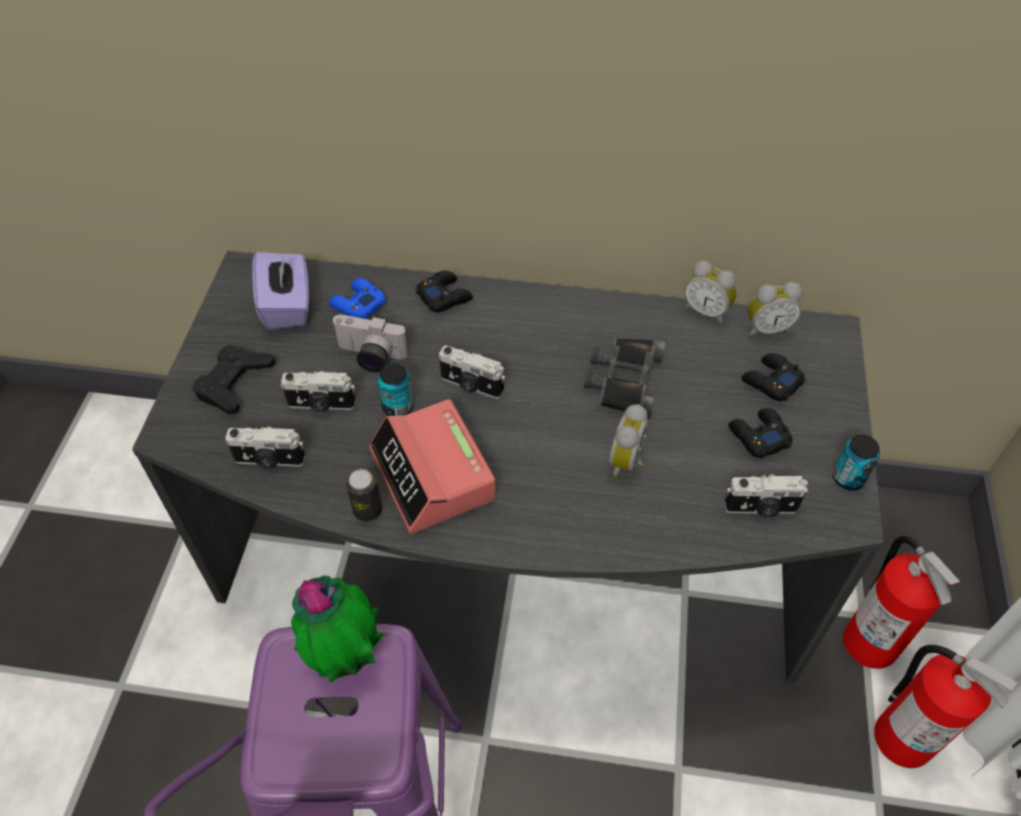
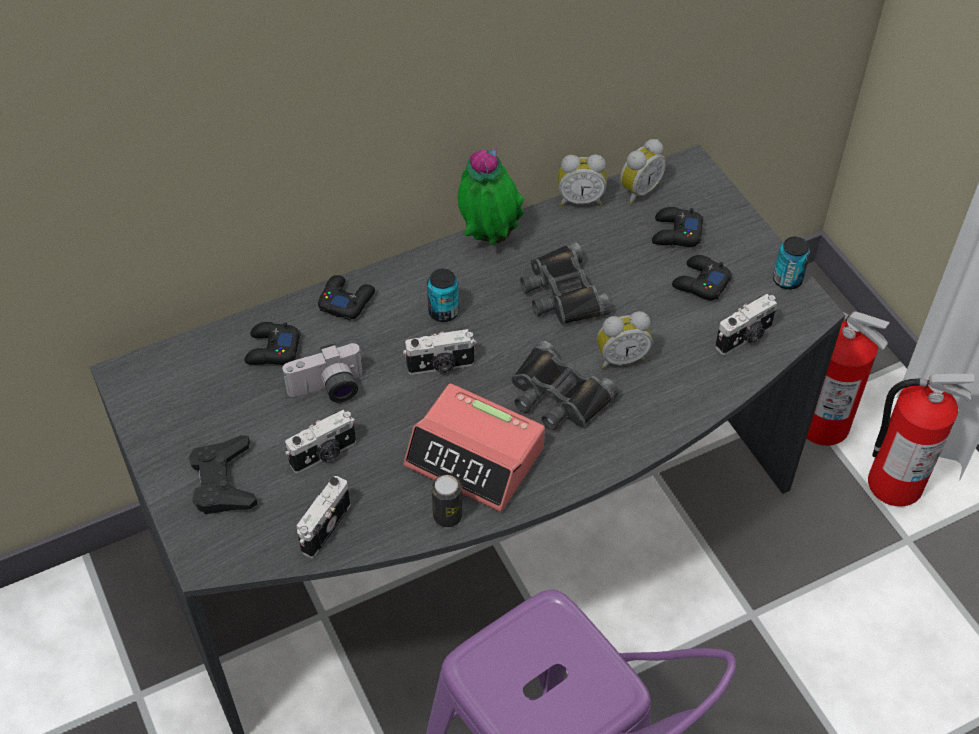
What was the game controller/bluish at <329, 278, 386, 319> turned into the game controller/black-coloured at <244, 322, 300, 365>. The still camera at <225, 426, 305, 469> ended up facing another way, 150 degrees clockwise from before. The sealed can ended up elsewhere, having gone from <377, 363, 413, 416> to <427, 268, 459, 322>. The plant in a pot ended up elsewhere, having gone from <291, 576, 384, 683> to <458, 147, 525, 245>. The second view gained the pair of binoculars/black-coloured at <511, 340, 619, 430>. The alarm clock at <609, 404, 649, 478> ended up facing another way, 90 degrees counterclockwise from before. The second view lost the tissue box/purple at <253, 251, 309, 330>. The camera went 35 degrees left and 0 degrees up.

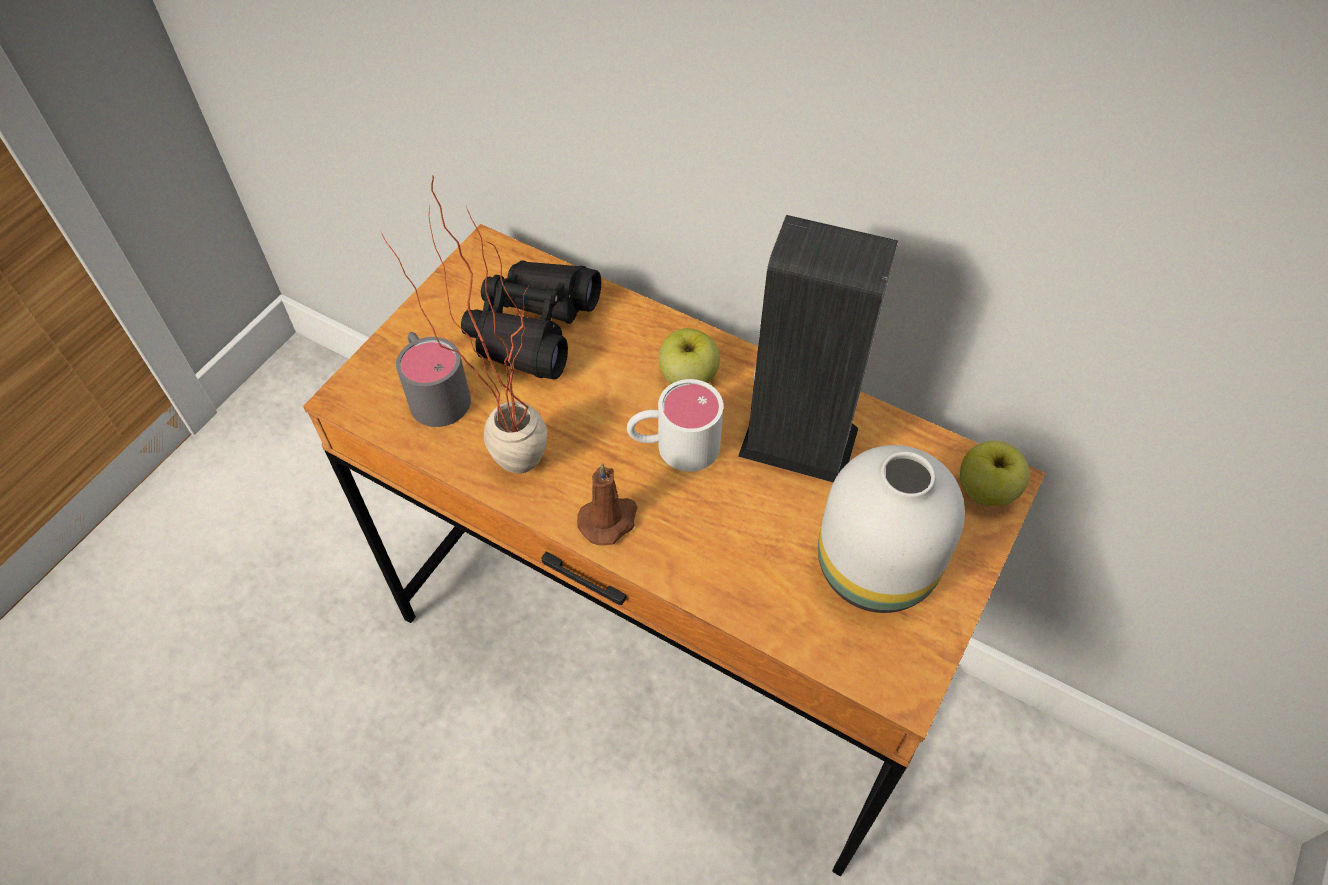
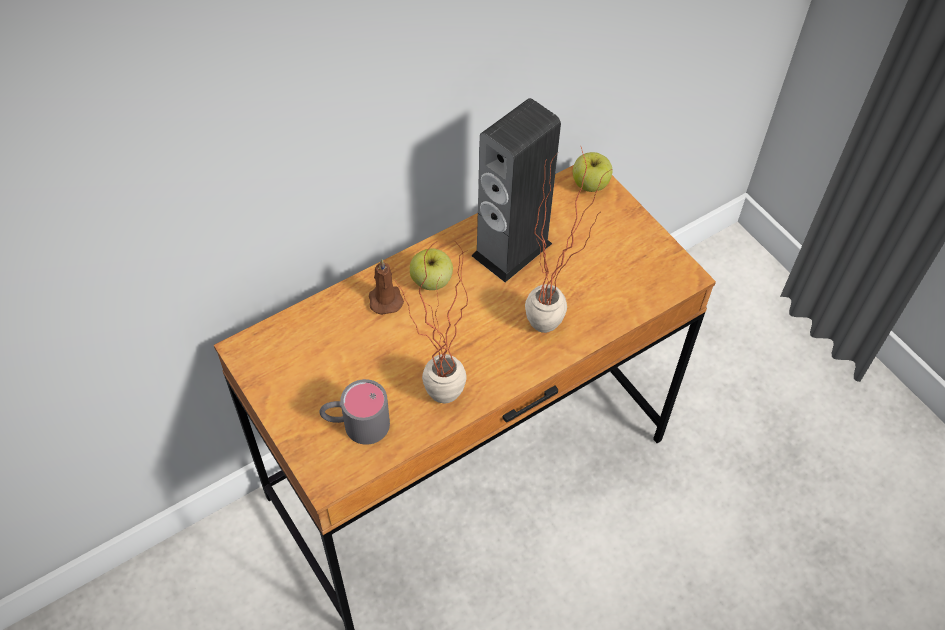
The wax light/brownish ended up elsewhere, having gone from <577, 463, 637, 545> to <369, 259, 404, 315>. The second view gained the plant in a pot at <525, 147, 612, 333>. The second view lost the pair of binoculars/black-coloured at <461, 261, 601, 379>. The second view lost the mug/white at <627, 379, 723, 472>. The second view lost the decorative vase/white at <818, 445, 965, 613>. The camera went 65 degrees left and 0 degrees up.

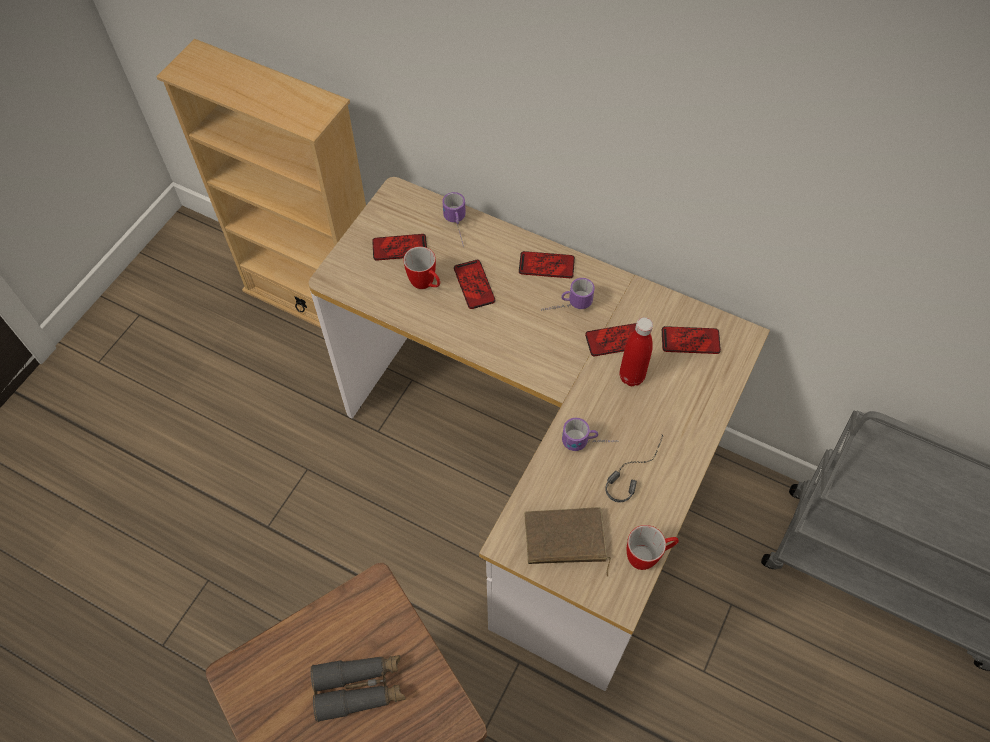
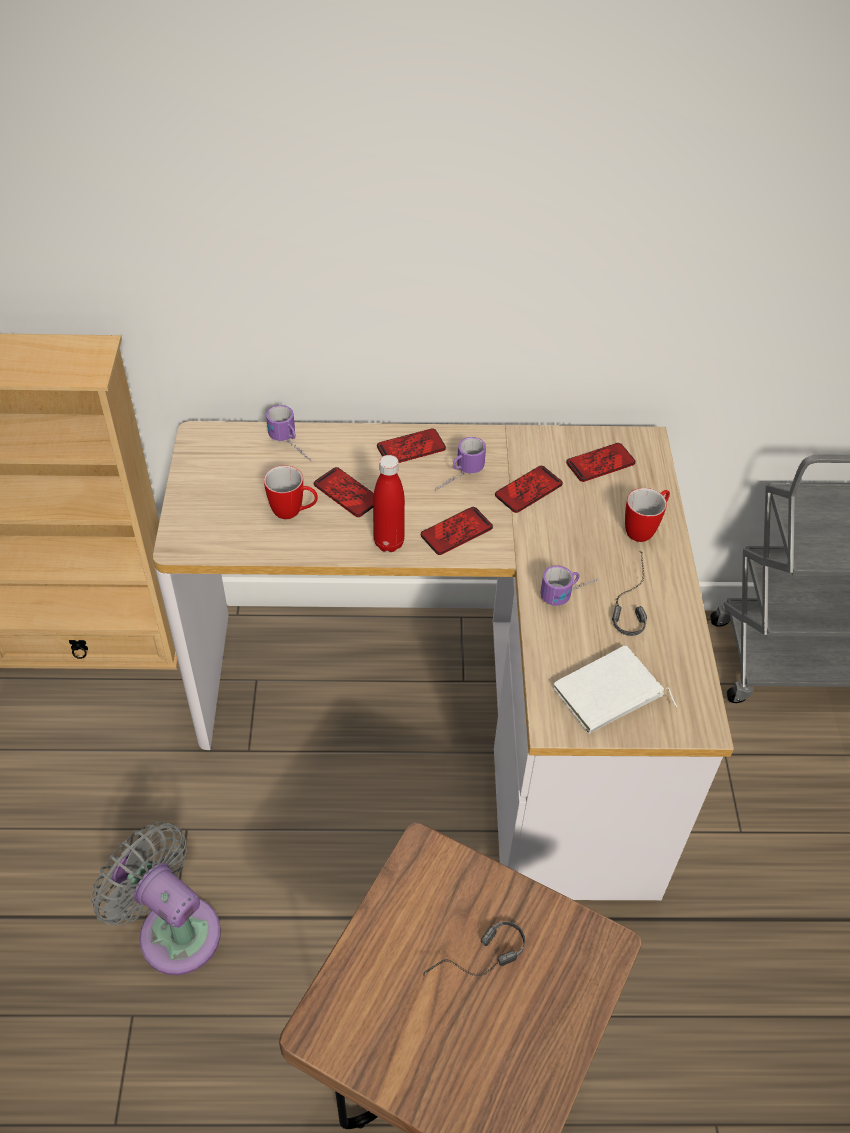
The second view gained the electric fan/grey at <91, 822, 221, 975>. The bottle/red-coloured ended up elsewhere, having gone from <620, 317, 653, 386> to <373, 455, 405, 552>. The handset ended up elsewhere, having gone from <372, 234, 427, 261> to <421, 507, 493, 555>. Where the pair of binoculars/grey stood at <311, 655, 406, 722>, the pair of headphones came to stand at <423, 921, 525, 979>. What was the book/brownish at <524, 507, 611, 577> turned into the book/white at <553, 645, 677, 734>. The mug ended up elsewhere, having gone from <627, 525, 679, 570> to <625, 488, 670, 542>. The camera went 30 degrees left and 10 degrees down.

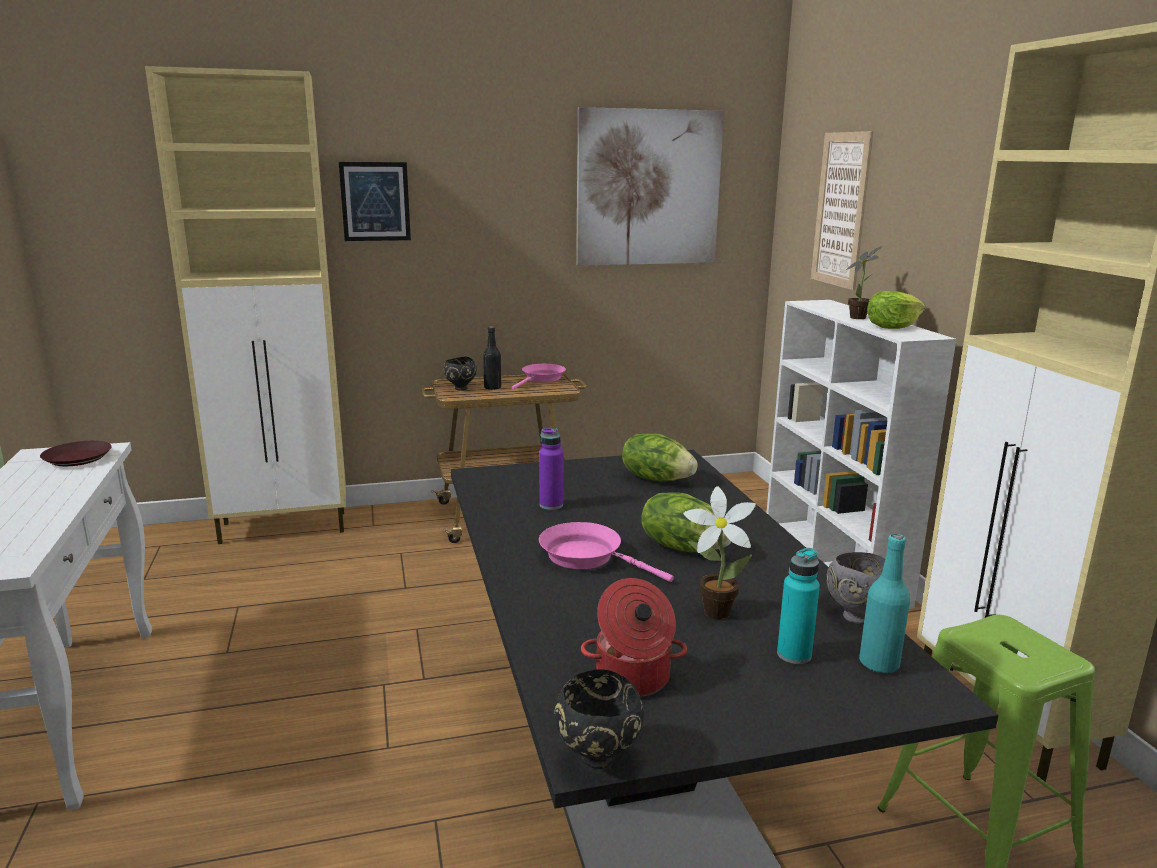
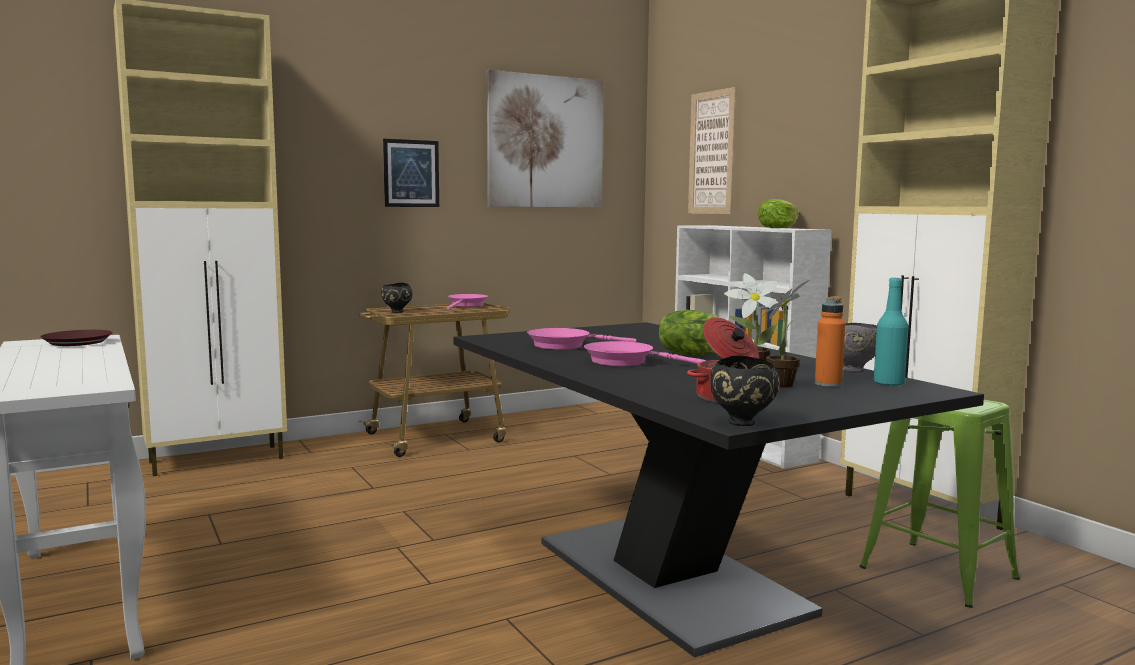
The picture ended up elsewhere, having gone from <339, 162, 411, 241> to <383, 139, 439, 207>. Where the bottle/purple stood at <539, 428, 563, 510>, the pan/pinkish came to stand at <527, 328, 637, 350>. The plant in a pot ended up elsewhere, having gone from <846, 246, 883, 319> to <764, 280, 810, 387>. What was the bottle/turquoise at <777, 548, 820, 664> turned into the bottle/orange at <815, 296, 845, 387>. The second view lost the bottle/black-coloured at <483, 327, 501, 390>. The second view lost the lettuce at <622, 433, 697, 482>. The camera went 15 degrees left and 10 degrees down.

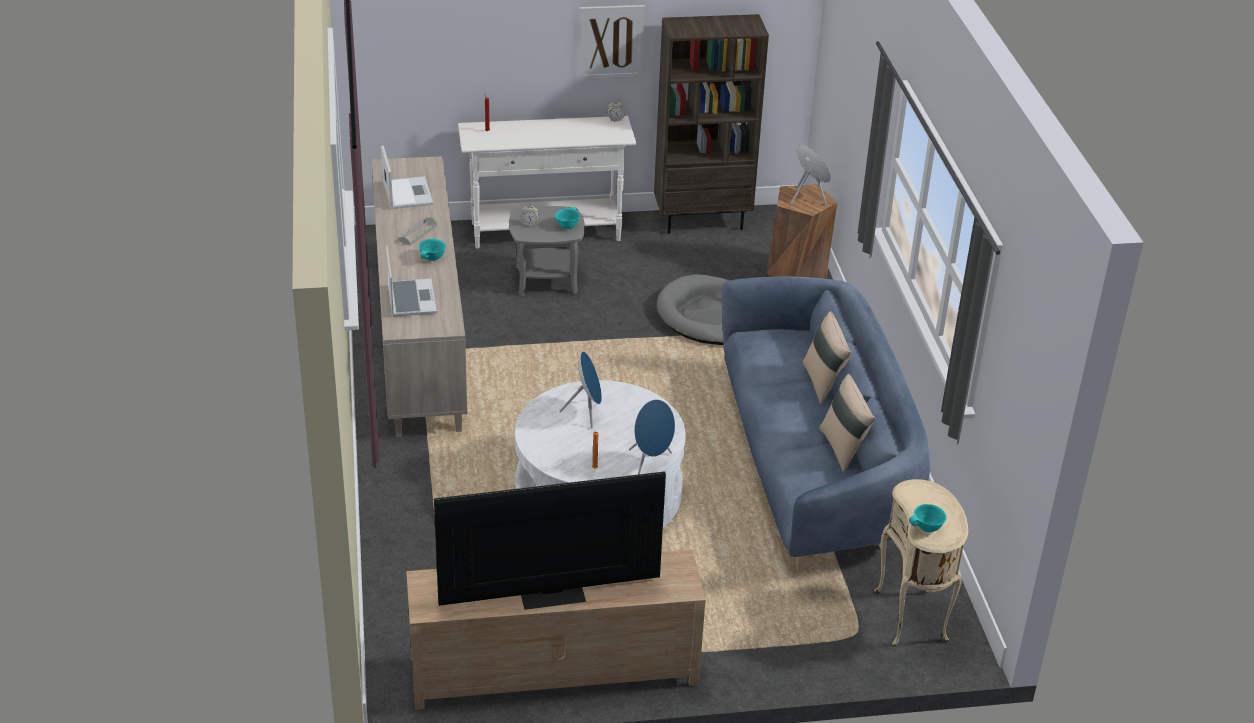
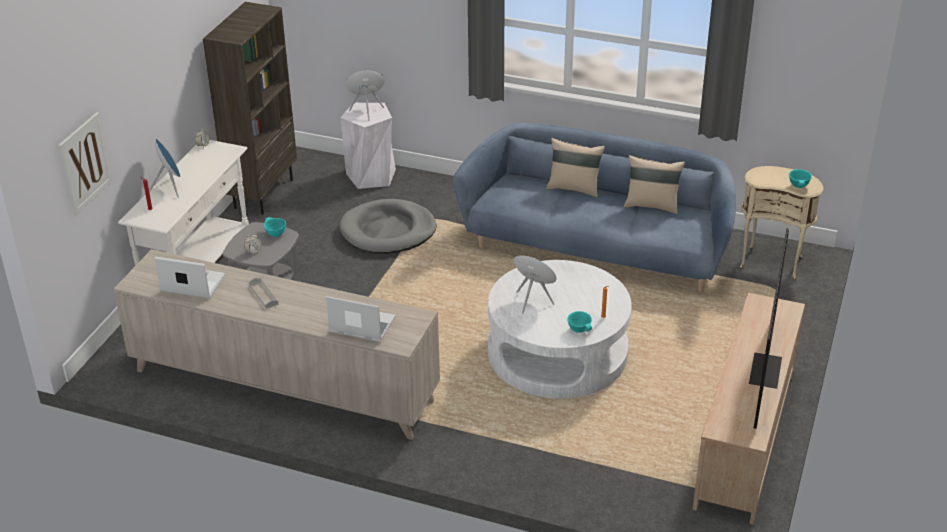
The picture ended up elsewhere, having gone from <578, 5, 645, 80> to <58, 112, 113, 215>. The speaker/bluish ended up elsewhere, having gone from <629, 399, 675, 475> to <149, 139, 181, 198>. What was the sitting stool/brownish at <766, 184, 838, 279> turned into the sitting stool/white at <340, 103, 396, 189>. The deep dish/turquoise ended up elsewhere, having gone from <419, 239, 446, 261> to <567, 311, 592, 333>. The camera went 60 degrees left and 0 degrees up.

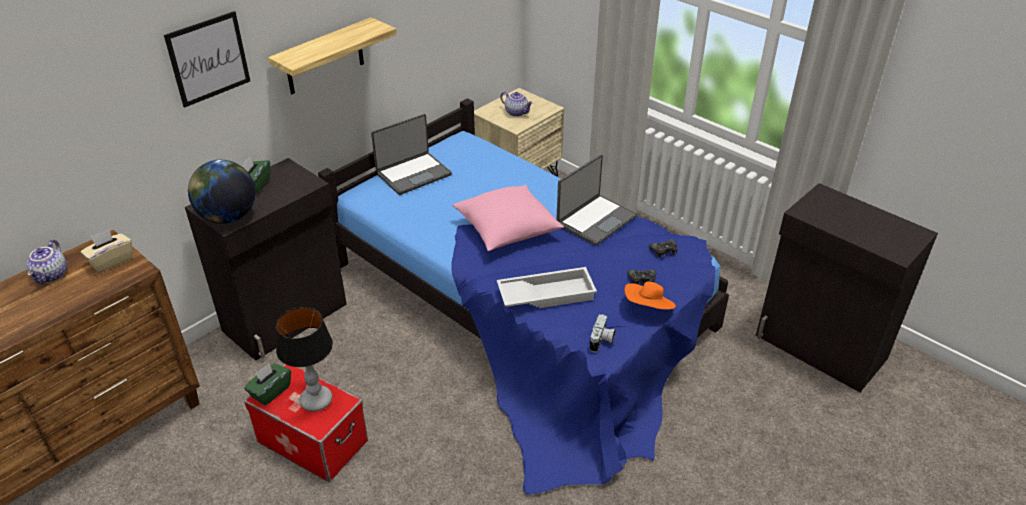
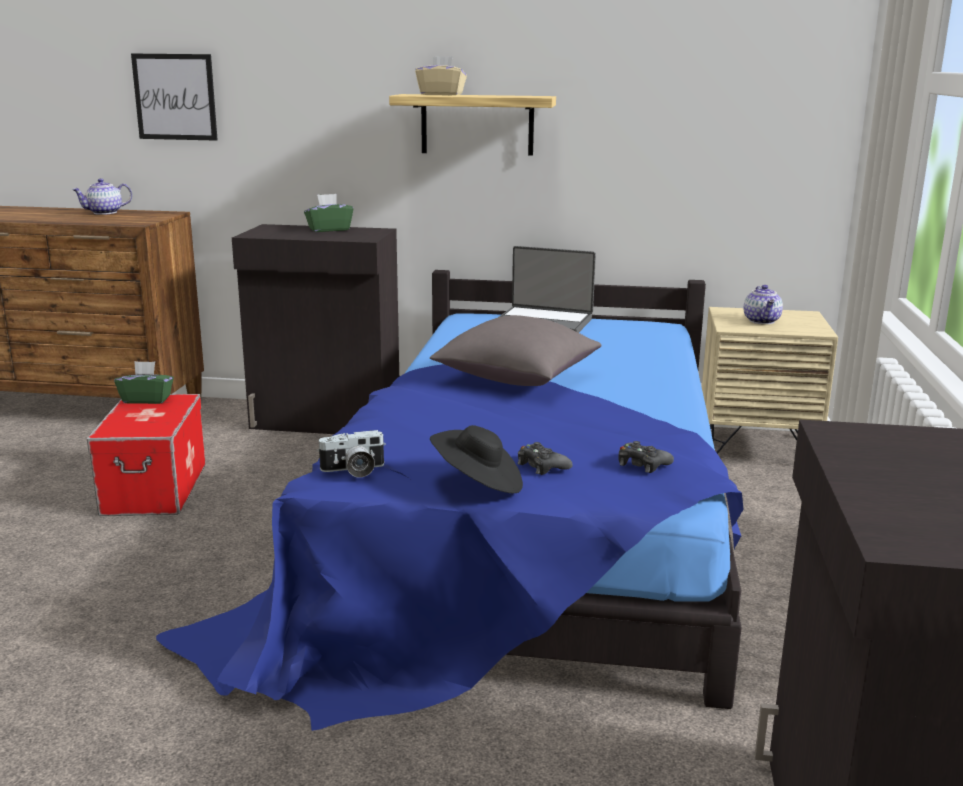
The picture ended up elsewhere, having gone from <164, 11, 250, 107> to <131, 54, 218, 141>. The tissue box/beige ended up elsewhere, having gone from <80, 229, 132, 273> to <415, 56, 467, 95>. What was the cushion/pinkish at <452, 185, 564, 251> turned into the cushion/grey at <430, 315, 601, 386>. What was the hat/orange at <625, 281, 676, 309> turned into the hat/black-coloured at <430, 425, 523, 493>. The second view lost the desk globe at <188, 160, 255, 224>. The second view lost the lamp for a table at <276, 307, 333, 412>. The second view lost the serving tray/white at <497, 267, 597, 308>. The second view lost the portable computer at <556, 154, 637, 246>. The camera went 55 degrees right and 20 degrees down.

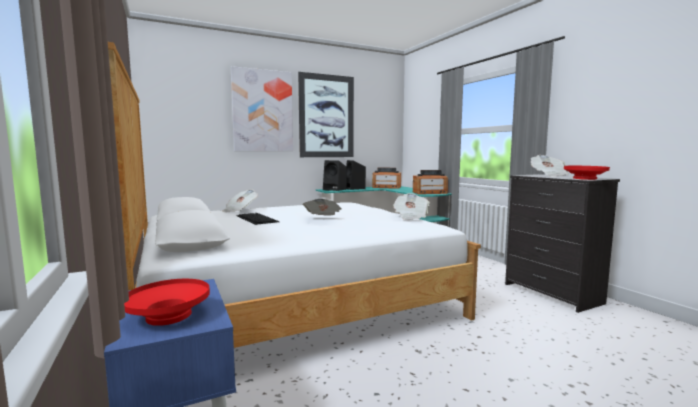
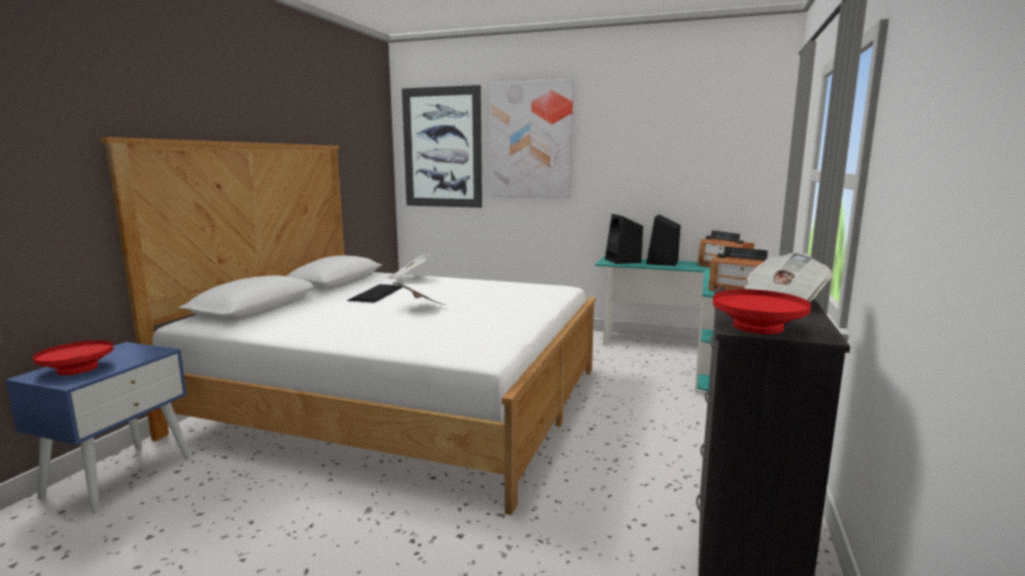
The picture ended up elsewhere, having gone from <298, 72, 354, 157> to <402, 85, 482, 208>. The second view lost the printed paper at <393, 193, 430, 220>. The camera went 45 degrees right and 5 degrees up.

